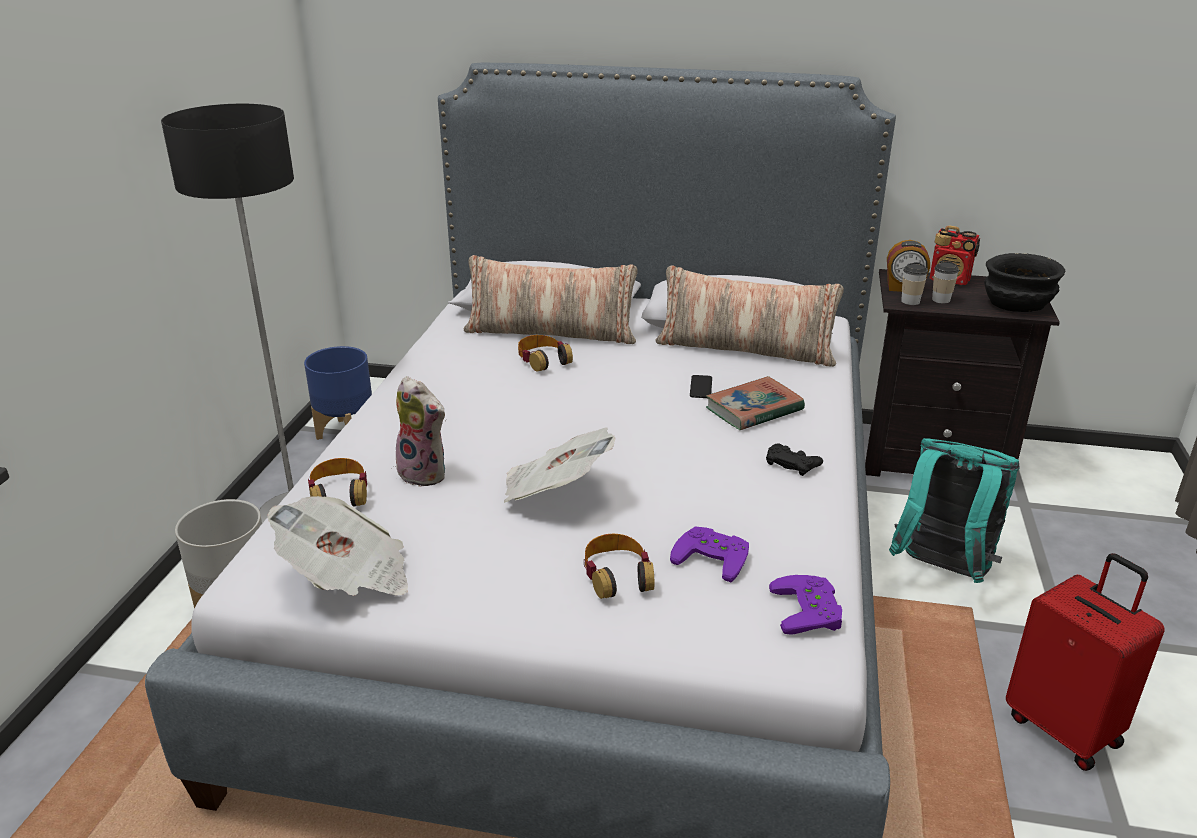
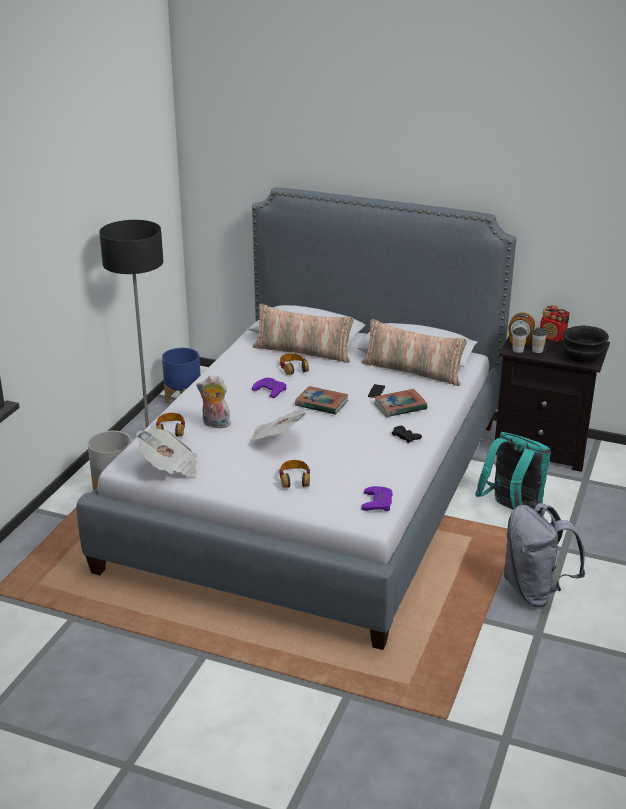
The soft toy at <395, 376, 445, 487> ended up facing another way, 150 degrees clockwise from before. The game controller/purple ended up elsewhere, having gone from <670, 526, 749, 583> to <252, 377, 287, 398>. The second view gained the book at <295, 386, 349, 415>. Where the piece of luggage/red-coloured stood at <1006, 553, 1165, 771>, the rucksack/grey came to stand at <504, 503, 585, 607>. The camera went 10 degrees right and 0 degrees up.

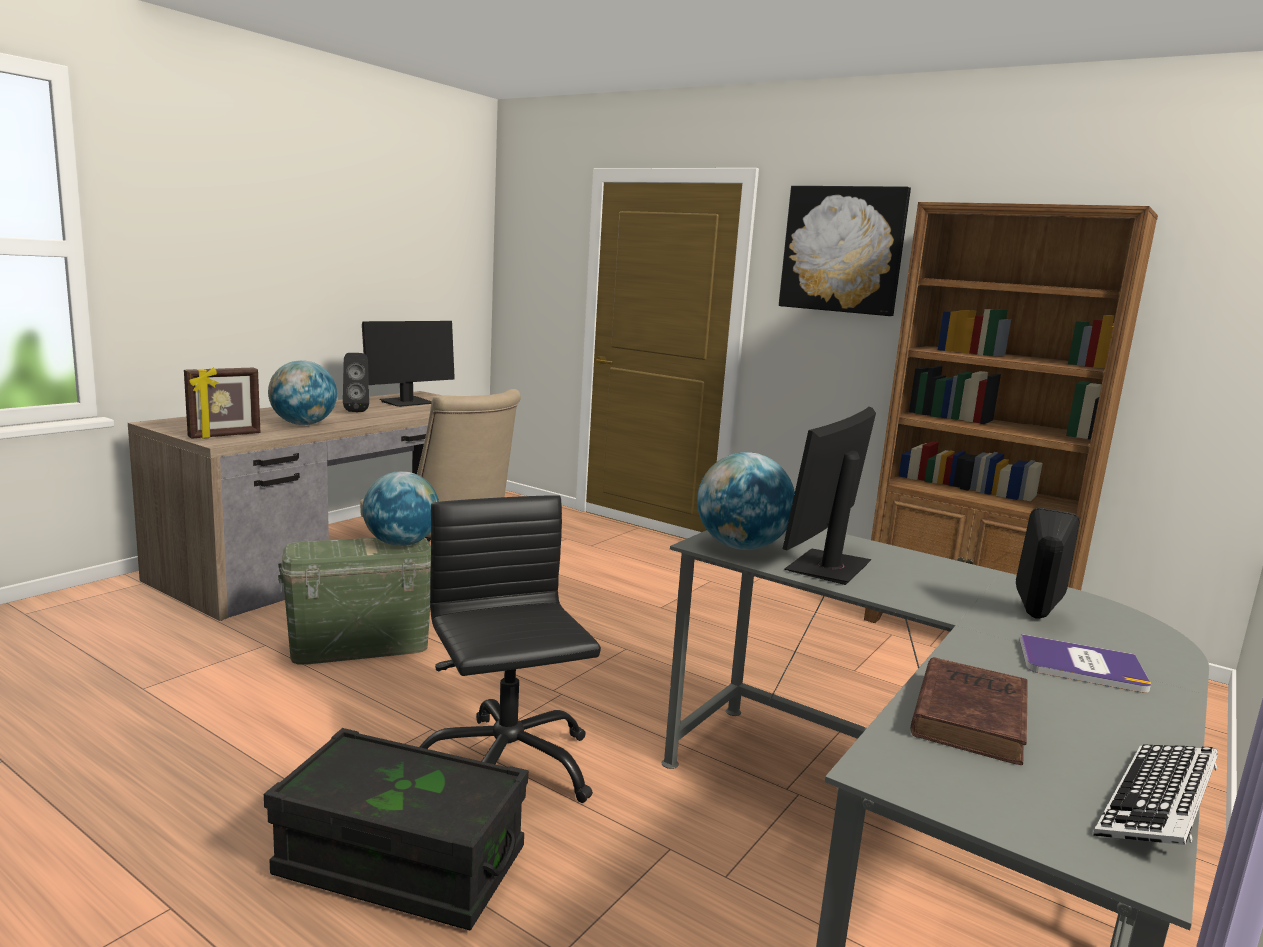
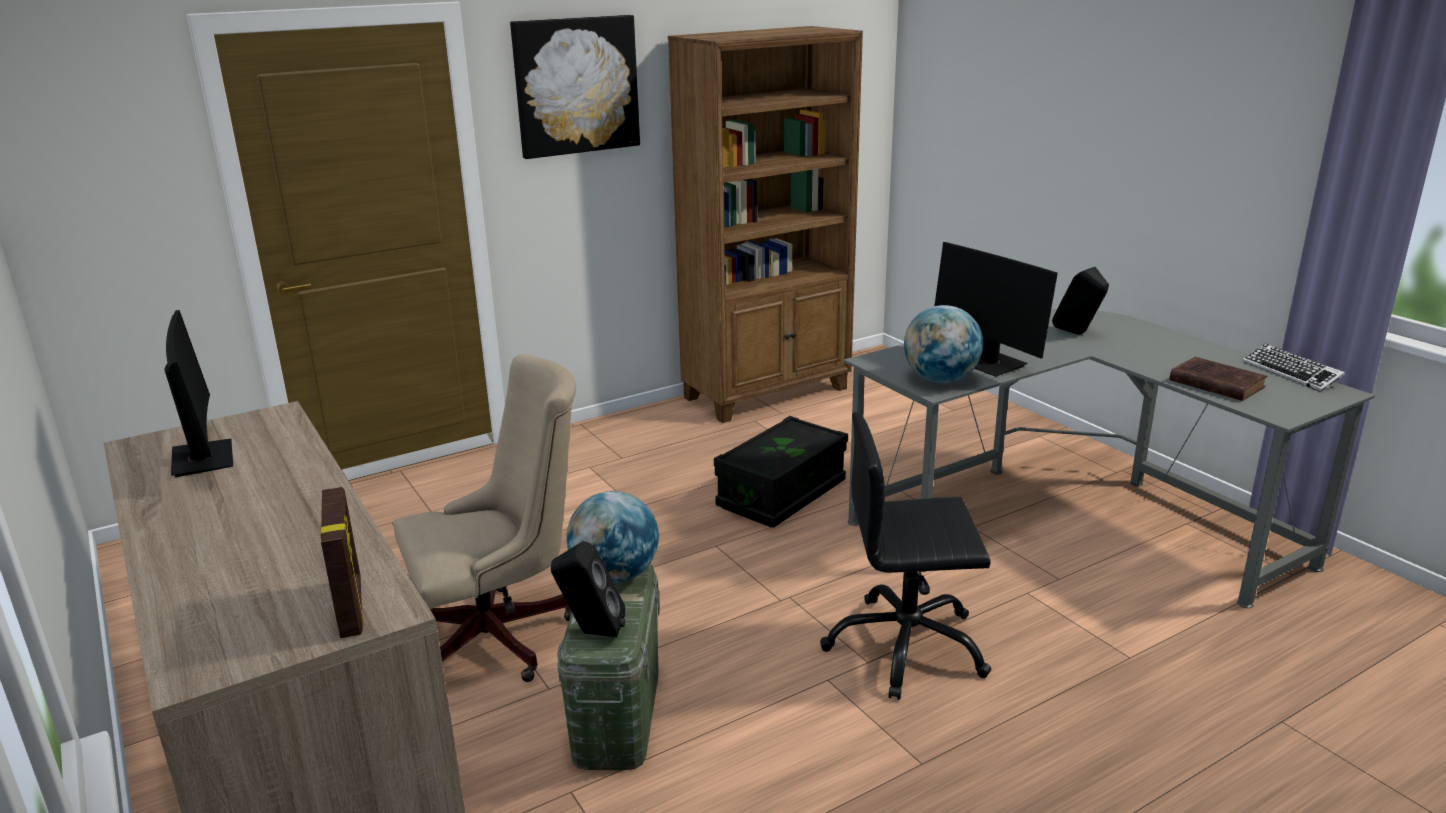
The speaker/black-coloured ended up elsewhere, having gone from <343, 353, 369, 412> to <551, 541, 626, 637>. The storage bin/black-coloured ended up elsewhere, having gone from <264, 728, 528, 931> to <714, 416, 848, 527>. The second view lost the desk globe at <268, 360, 337, 425>. The second view lost the book at <1020, 634, 1151, 693>. The camera went 65 degrees left and 10 degrees up.

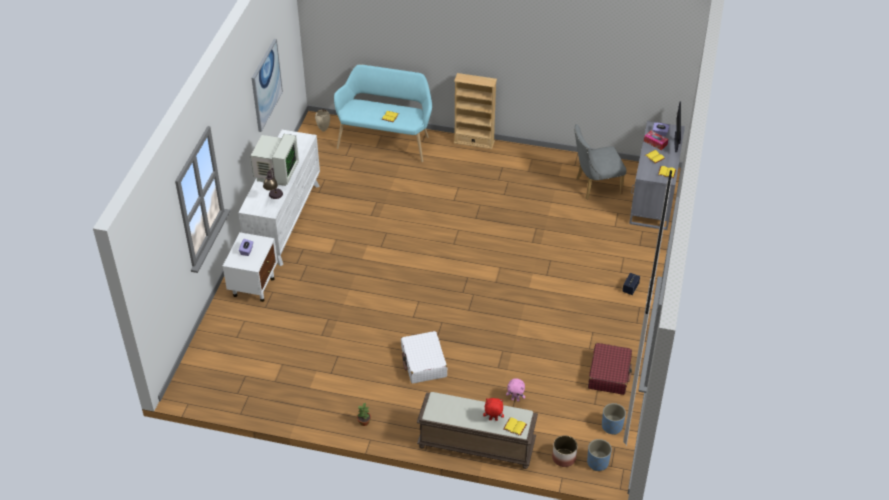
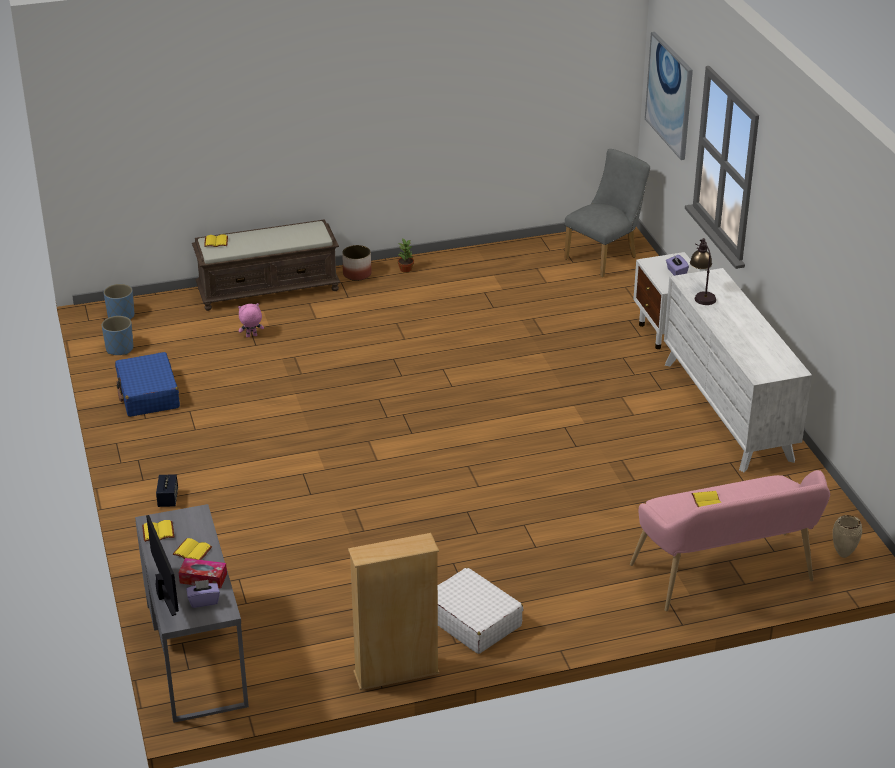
What was the piece of luggage/red-coloured at <588, 343, 632, 395> turned into the piece of luggage/bluish at <115, 352, 180, 417>. The planter ended up elsewhere, having gone from <552, 435, 578, 467> to <342, 245, 372, 281>. The bookcase/beige ended up elsewhere, having gone from <454, 73, 497, 149> to <348, 533, 439, 690>. The piece of luggage/white ended up elsewhere, having gone from <401, 331, 448, 384> to <438, 567, 524, 654>. The upright chair/grey ended up elsewhere, having gone from <574, 124, 627, 199> to <564, 149, 650, 277>. What was the long seat/turquoise at <334, 64, 432, 162> turned into the long seat/pinkish at <630, 470, 830, 611>. The picture ended up elsewhere, having gone from <252, 39, 283, 132> to <645, 32, 693, 160>. The second view lost the monitor at <251, 134, 299, 186>. The second view lost the soft toy/red-coloured at <483, 398, 504, 421>. The camera went 150 degrees right and 10 degrees down.

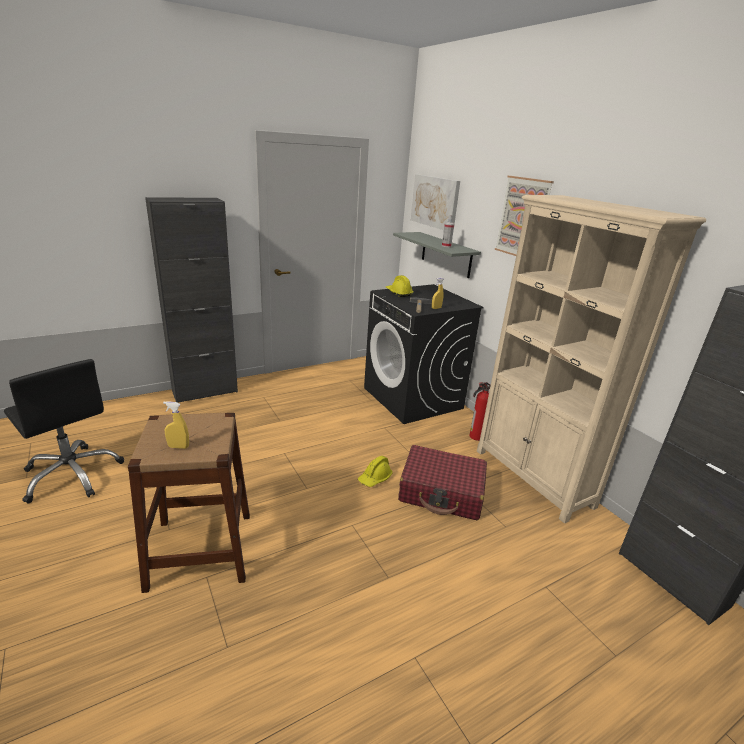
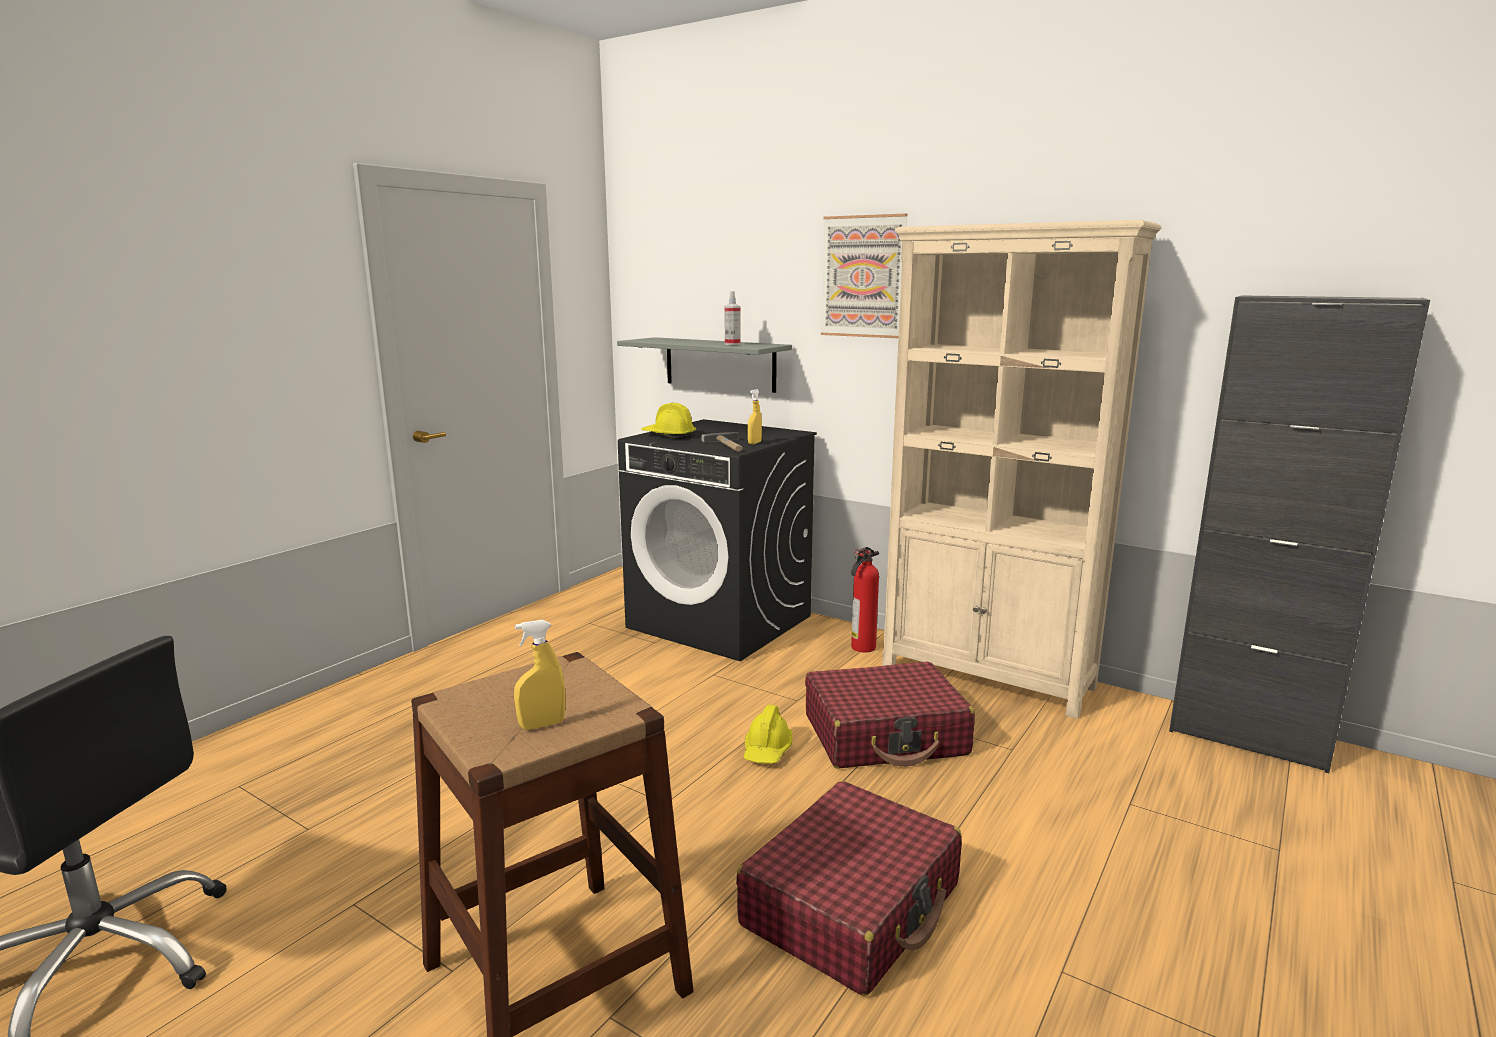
The second view gained the piece of luggage/red-coloured at <736, 781, 962, 996>. The second view lost the storage cabinet/black-coloured at <145, 197, 238, 403>. The second view lost the picture at <411, 174, 460, 232>. The camera went 25 degrees left and 10 degrees down.

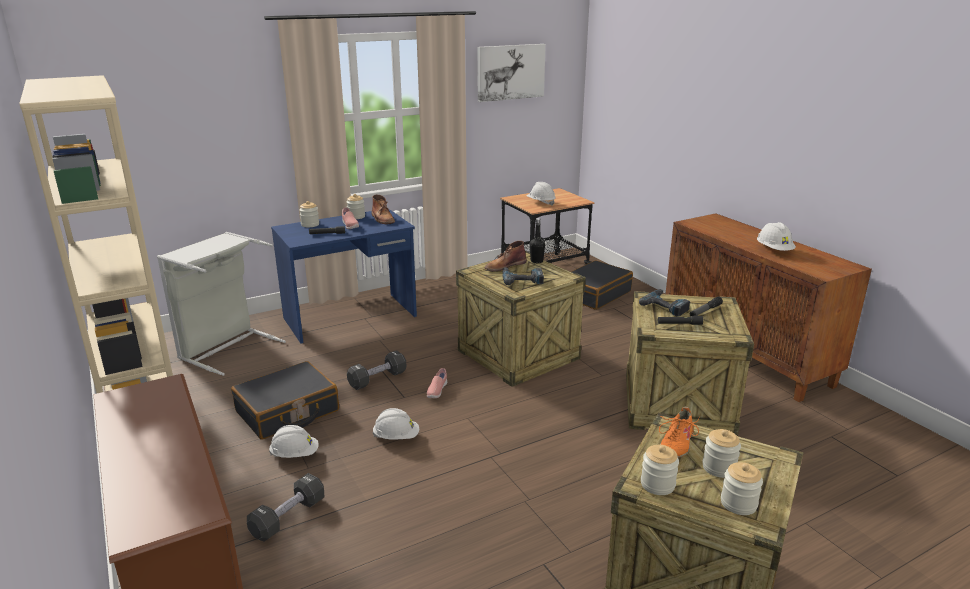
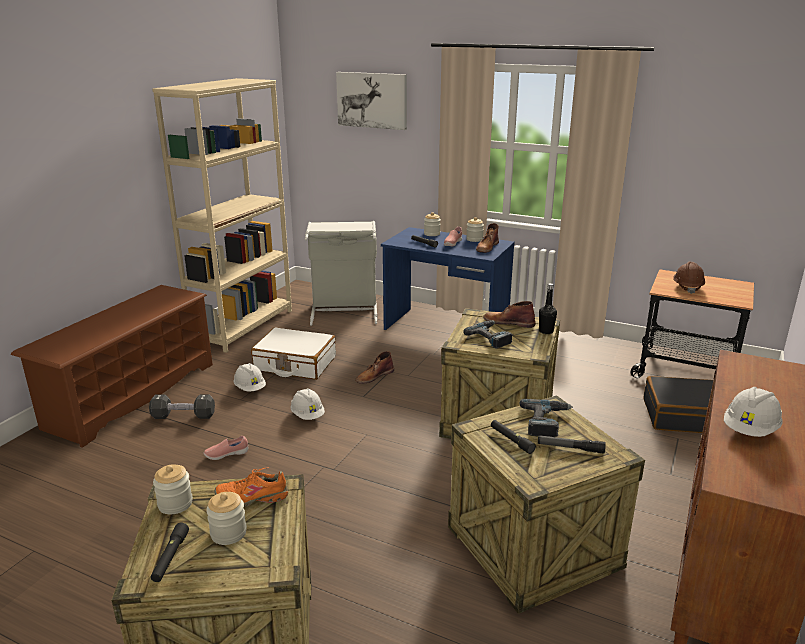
Where the jar stood at <721, 462, 763, 515>, the torch/black-coloured came to stand at <150, 523, 189, 582>. The item of footwear/pinkish ended up elsewhere, having gone from <427, 368, 447, 398> to <203, 436, 248, 460>. What was the piece of luggage/black-coloured at <231, 361, 339, 440> turned into the piece of luggage/white at <251, 327, 336, 380>. The picture ended up elsewhere, having gone from <477, 44, 546, 102> to <336, 72, 407, 130>. Where the hand weight/black-coloured stood at <347, 350, 406, 390>, the high-top boot/brownish came to stand at <355, 351, 394, 384>. What was the safety helmet/white at <527, 182, 556, 206> turned into the safety helmet/brownish at <673, 262, 705, 294>. The camera went 55 degrees right and 0 degrees up.

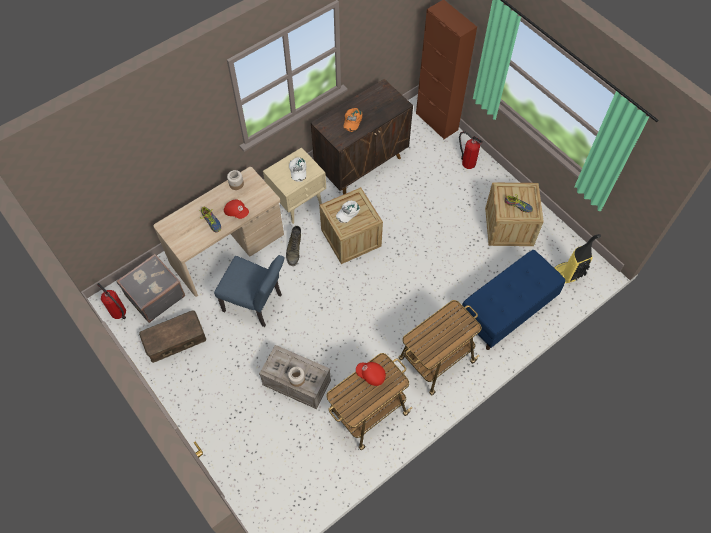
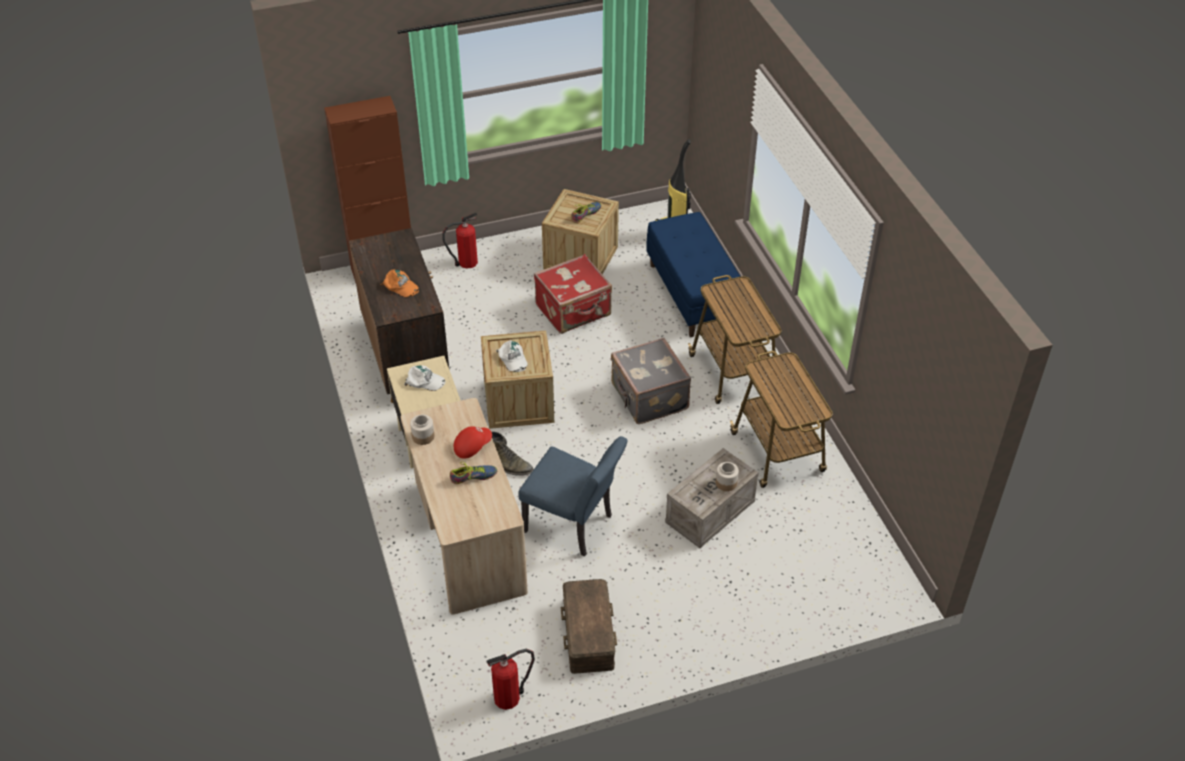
The upright chair/bluish at <214, 255, 285, 327> ended up facing another way, 75 degrees clockwise from before. The second view gained the piece of luggage/red-coloured at <534, 254, 612, 334>. The piece of luggage/grey ended up elsewhere, having gone from <116, 254, 185, 323> to <611, 338, 691, 424>. The second view lost the peaked cap/red-coloured at <356, 362, 386, 386>. The camera went 70 degrees left and 15 degrees down.

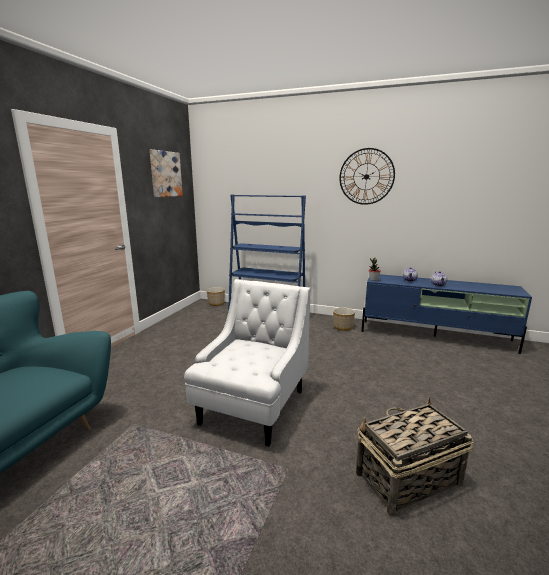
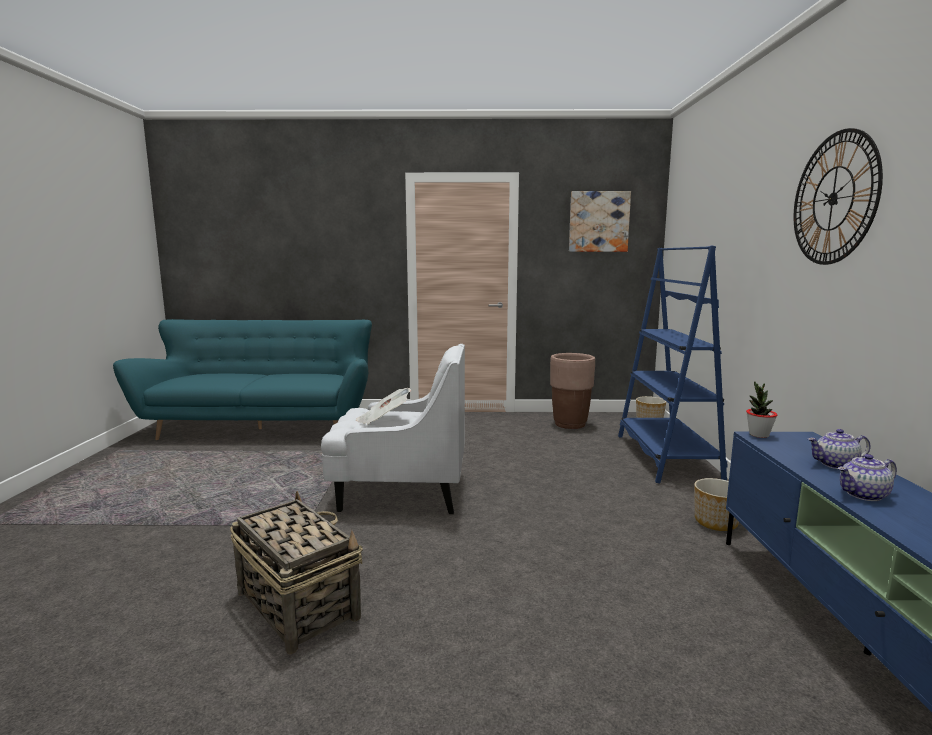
The second view gained the printed paper at <356, 388, 411, 425>. The second view gained the planter/brownish at <550, 353, 595, 429>. The camera went 70 degrees right and 5 degrees down.

